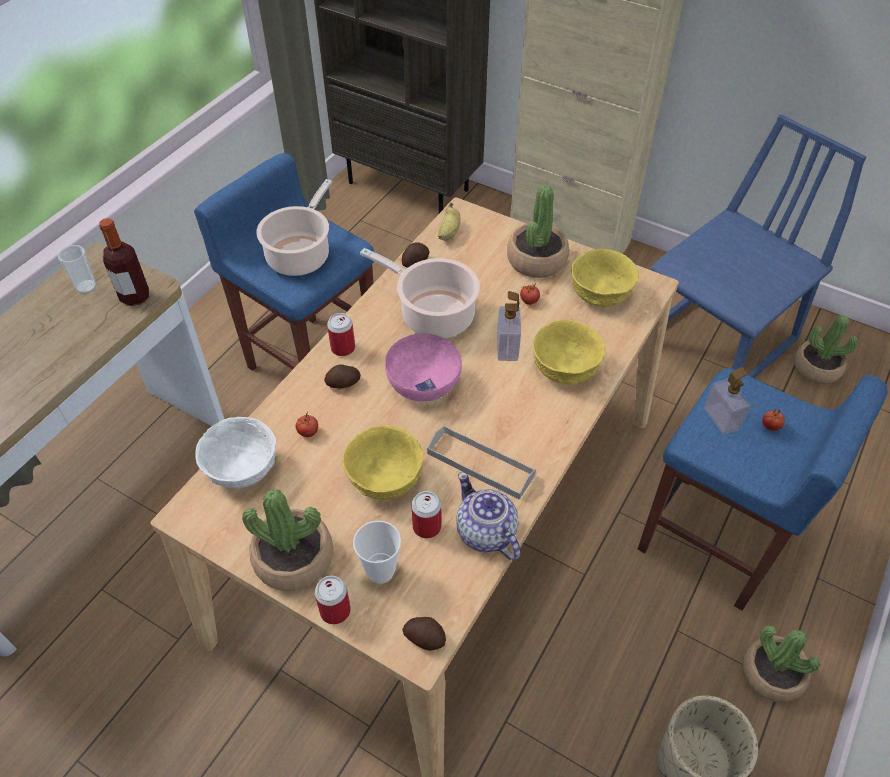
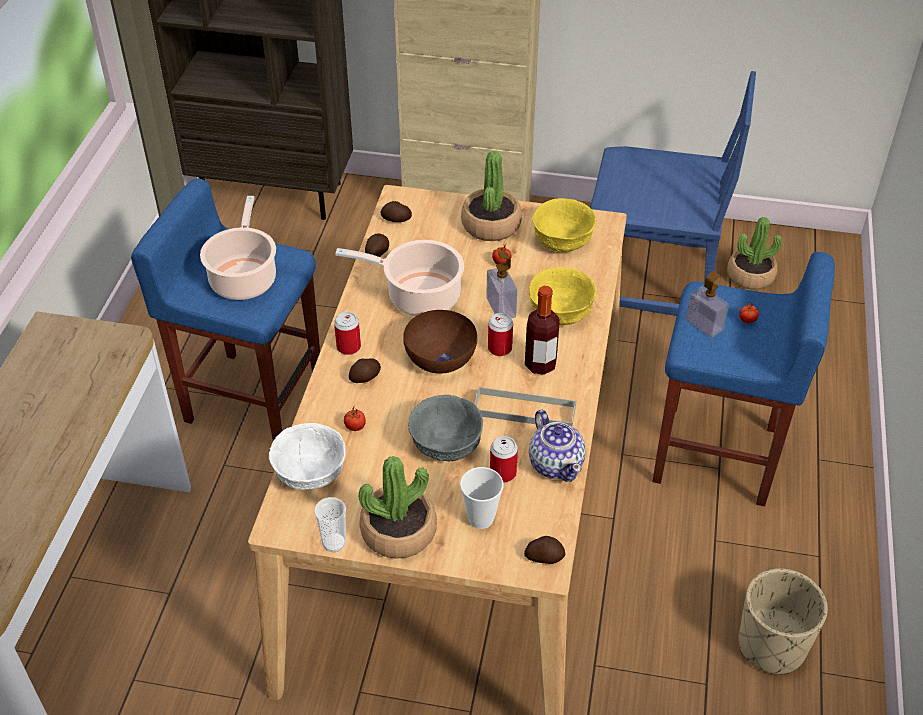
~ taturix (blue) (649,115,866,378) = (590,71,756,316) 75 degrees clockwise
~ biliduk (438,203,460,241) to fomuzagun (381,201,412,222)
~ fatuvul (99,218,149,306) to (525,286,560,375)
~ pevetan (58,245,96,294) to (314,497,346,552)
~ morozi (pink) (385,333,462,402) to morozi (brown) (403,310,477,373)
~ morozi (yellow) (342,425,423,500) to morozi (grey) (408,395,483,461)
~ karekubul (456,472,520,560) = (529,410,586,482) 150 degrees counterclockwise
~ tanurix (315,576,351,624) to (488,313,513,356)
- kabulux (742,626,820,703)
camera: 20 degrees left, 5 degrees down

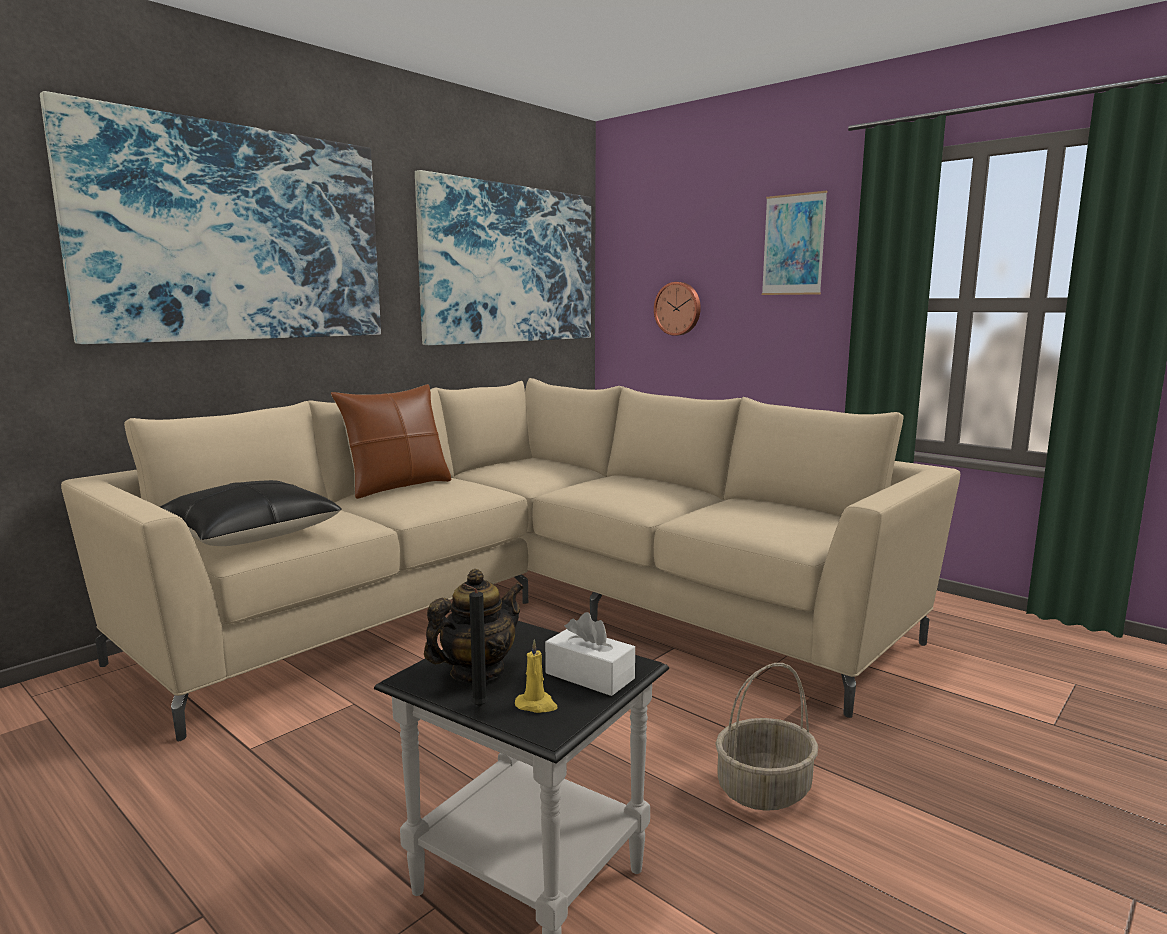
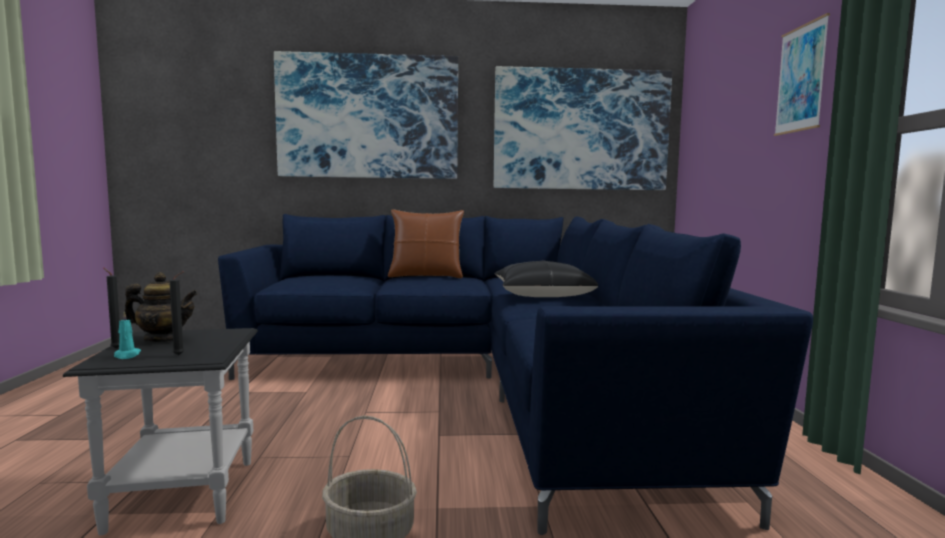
- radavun (654,282,701,336)
~ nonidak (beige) (61,378,960,741) to nonidak (blue) (218,214,813,535)
~ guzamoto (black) (160,480,342,546) to (494,260,598,297)
~ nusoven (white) (545,612,635,696) to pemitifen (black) (170,271,184,355)
~ pemitifen (yellow) (515,639,558,713) to pemitifen (turquoise) (114,311,141,359)
camera: 45 degrees right, 5 degrees down

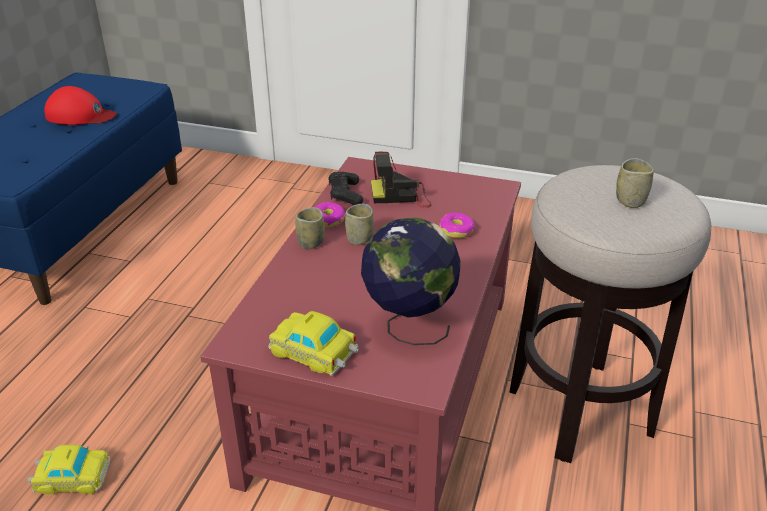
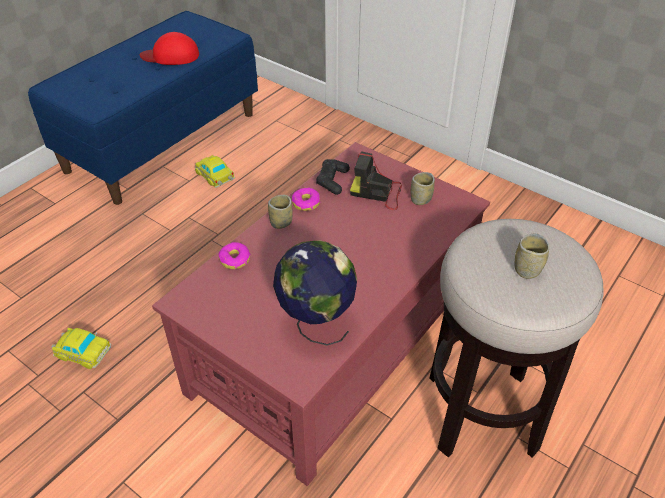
~ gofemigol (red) (44,86,117,125) = (140,32,199,65) 150 degrees clockwise
~ pevetan (345,204,374,245) to (411,172,435,205)
~ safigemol (440,213,475,238) to (218,242,251,269)
~ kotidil (268,311,359,376) to (195,155,235,188)
camera: 20 degrees right, 10 degrees up

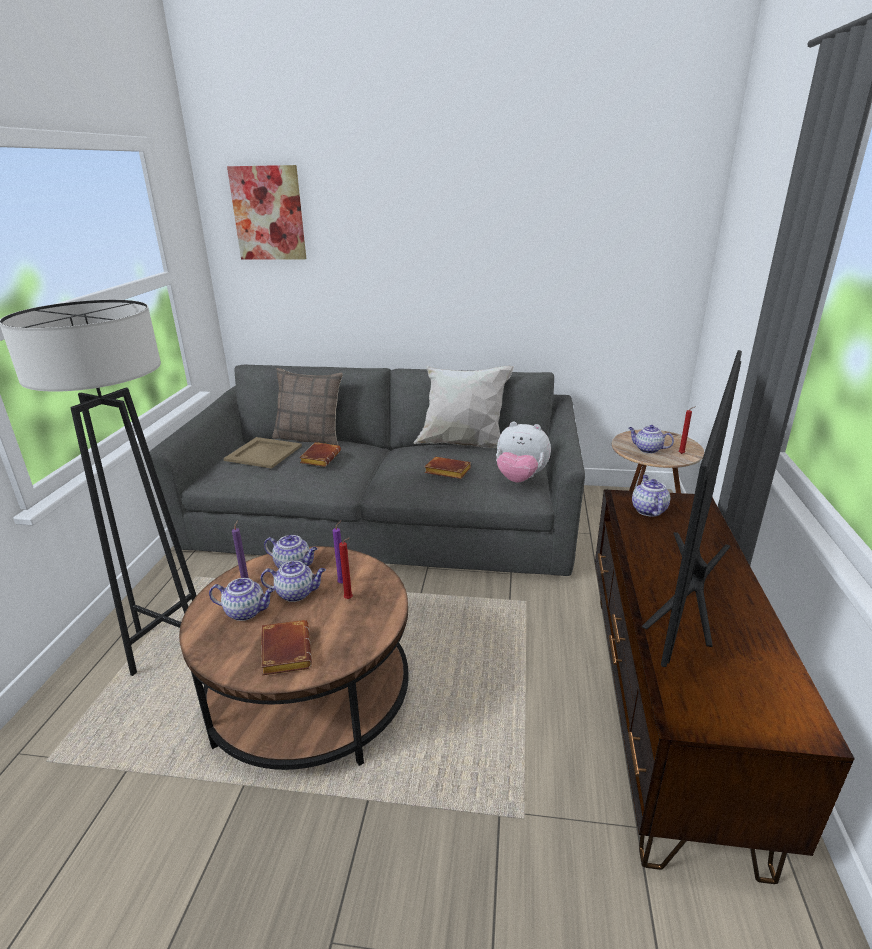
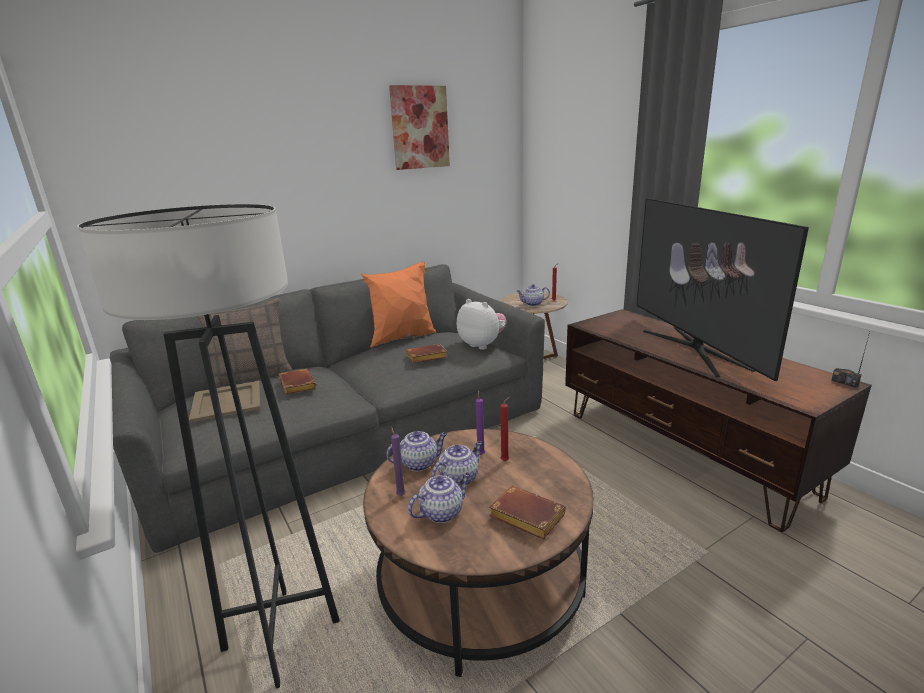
~ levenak (227,165,306,260) to (389,85,450,170)
~ guzamoto (white) (413,365,514,448) to guzamoto (orange) (361,262,436,348)
~ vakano (496,422,551,482) = (457,299,507,350) 120 degrees counterclockwise
- karekubul (632,475,670,517)
+ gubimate (831,332,870,388)
camera: 40 degrees left, 5 degrees down

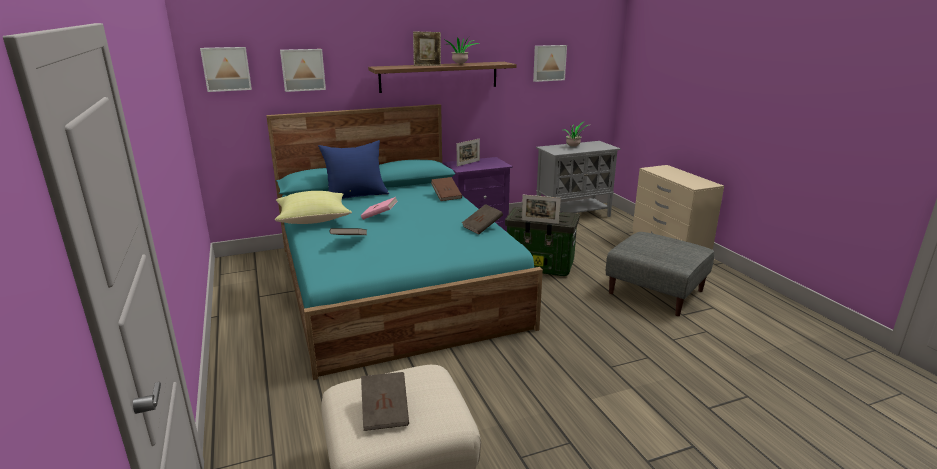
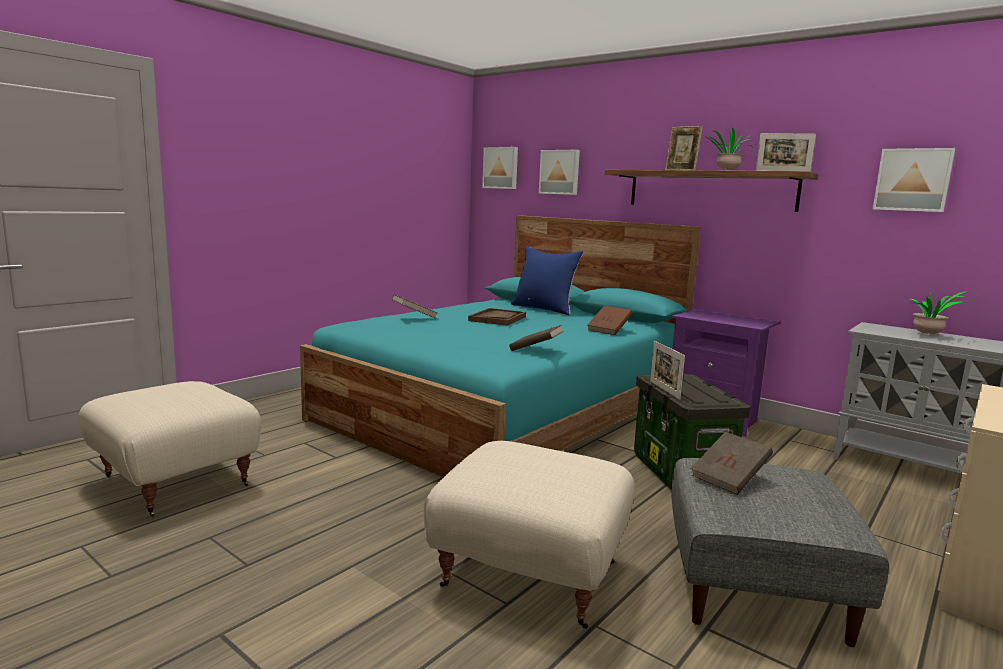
~ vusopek (457,138,480,166) to (756,133,816,172)
- guzamoto (yellow) (275,191,352,224)
~ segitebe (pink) (361,197,398,220) to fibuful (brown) (468,308,526,326)
~ segitebe (brown) (361,372,409,431) to (691,432,773,495)
+ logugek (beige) (424,441,635,629)
camera: 60 degrees right, 10 degrees down

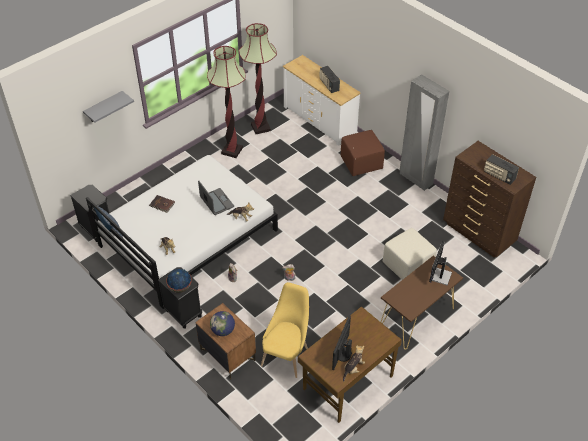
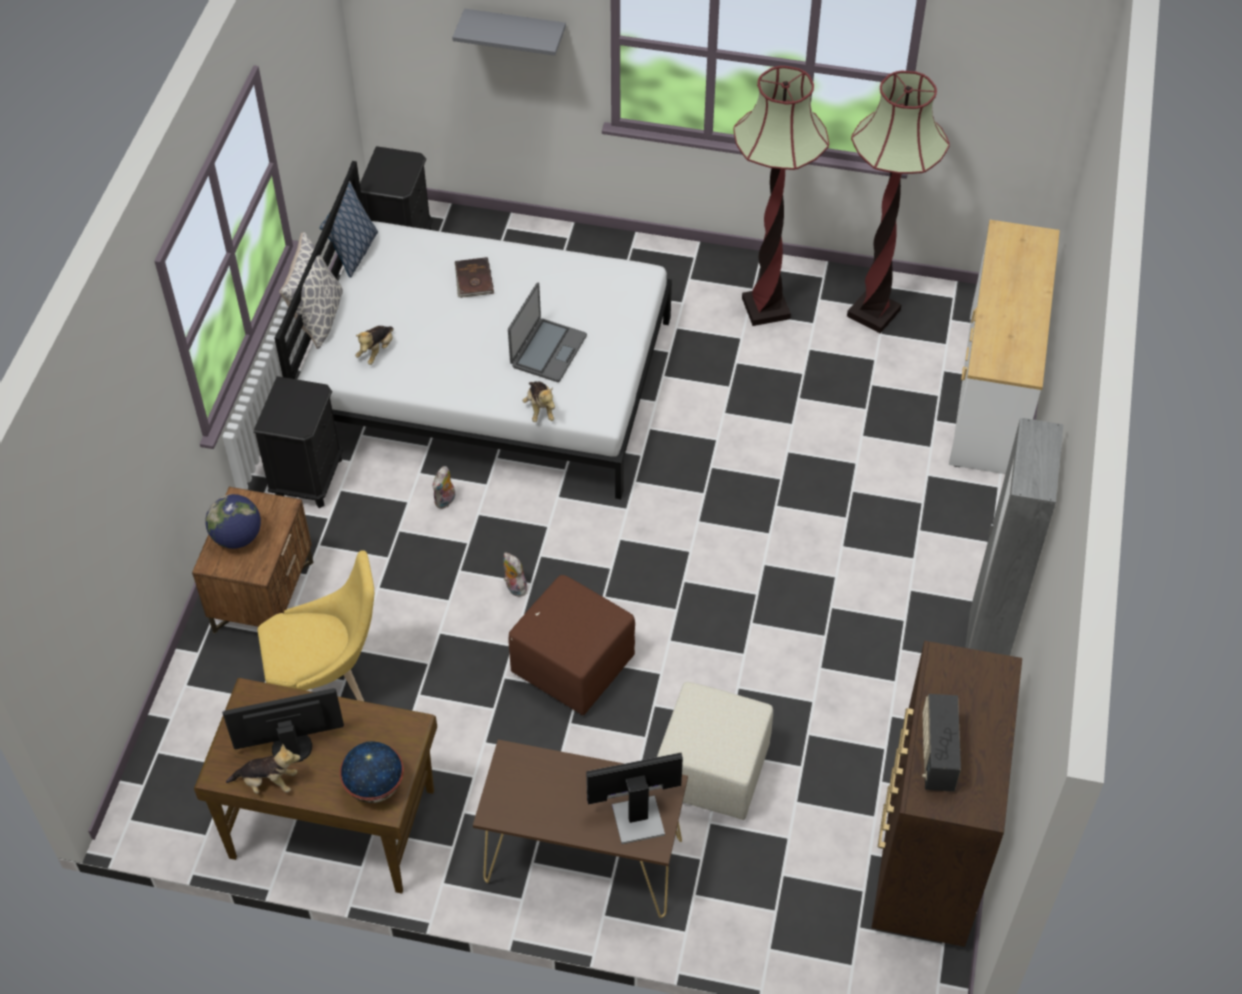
- gubimate (320,66,340,93)
~ logugek (brown) (341,130,385,176) to (508,575,635,715)
~ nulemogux (166,269,192,293) to (340,741,404,803)
+ guzamoto (279,232,343,349)
camera: 55 degrees right, 5 degrees up

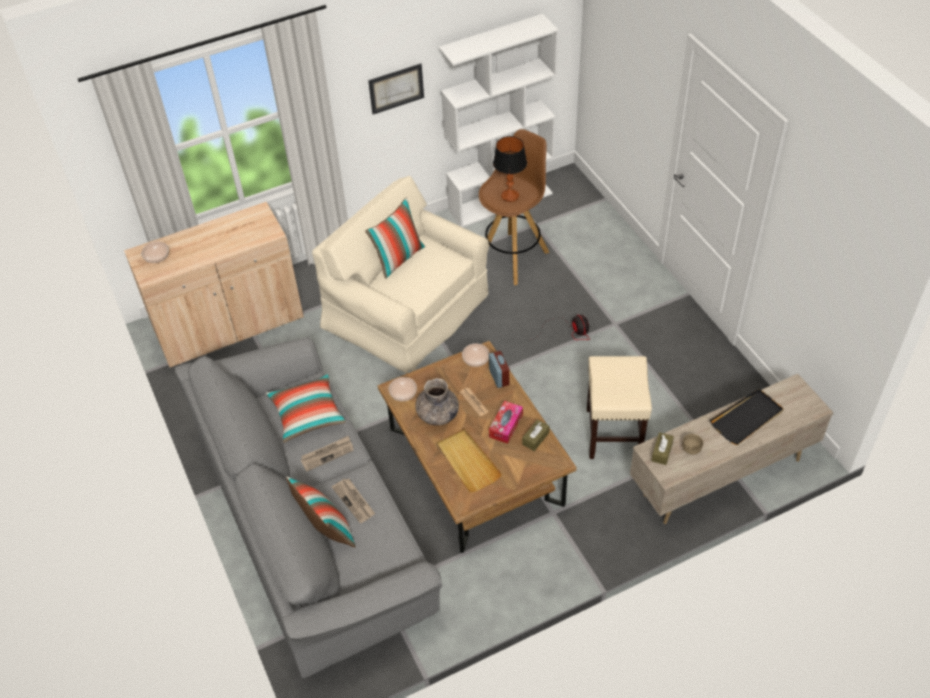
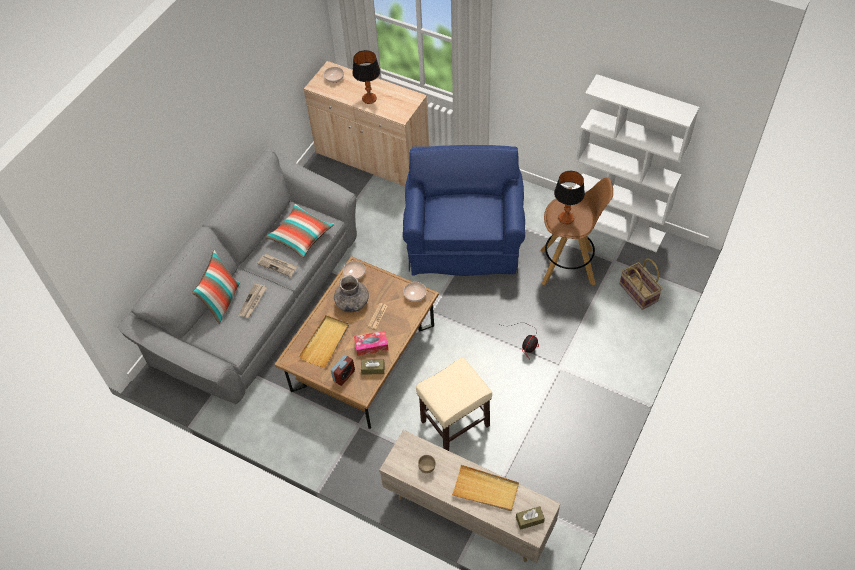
- levenak (368,63,424,114)
~ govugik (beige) (312,176,489,374) to govugik (blue) (403,145,525,276)
- guzamoto (365,197,425,279)
~ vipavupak (489,351,509,388) to (331,355,355,386)
~ fibuful (black) (710,389,784,445) to fibuful (beige) (452,465,519,511)
~ nusoven (brown) (651,432,674,465) to (516,506,545,530)
+ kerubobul (352,50,380,104)
+ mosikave (620,258,663,310)
camera: 55 degrees right, 5 degrees up

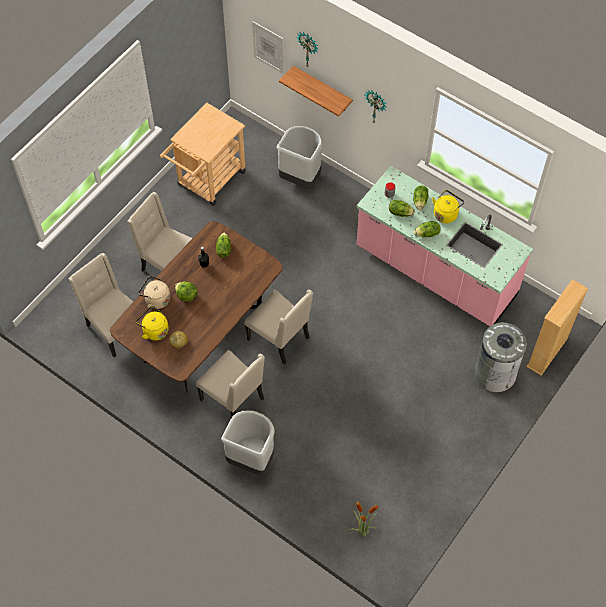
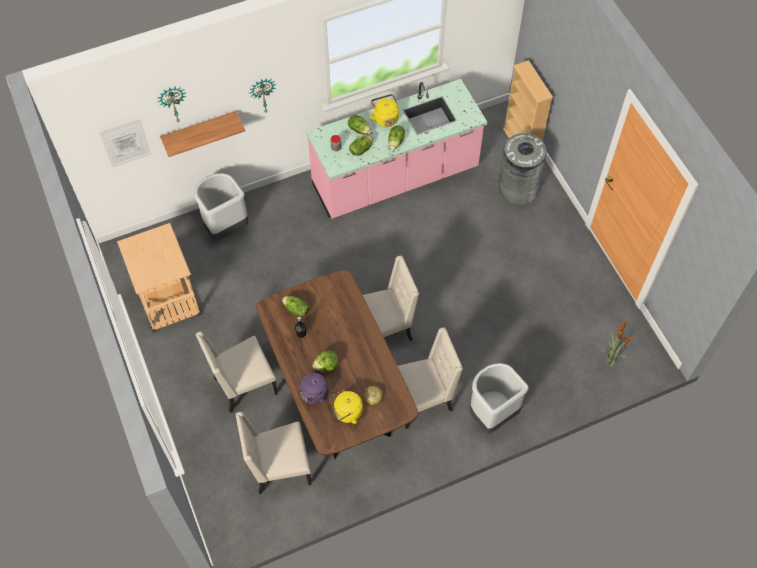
~ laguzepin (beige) (138,276,170,309) to laguzepin (purple) (294,373,329,404)
camera: 60 degrees left, 0 degrees up

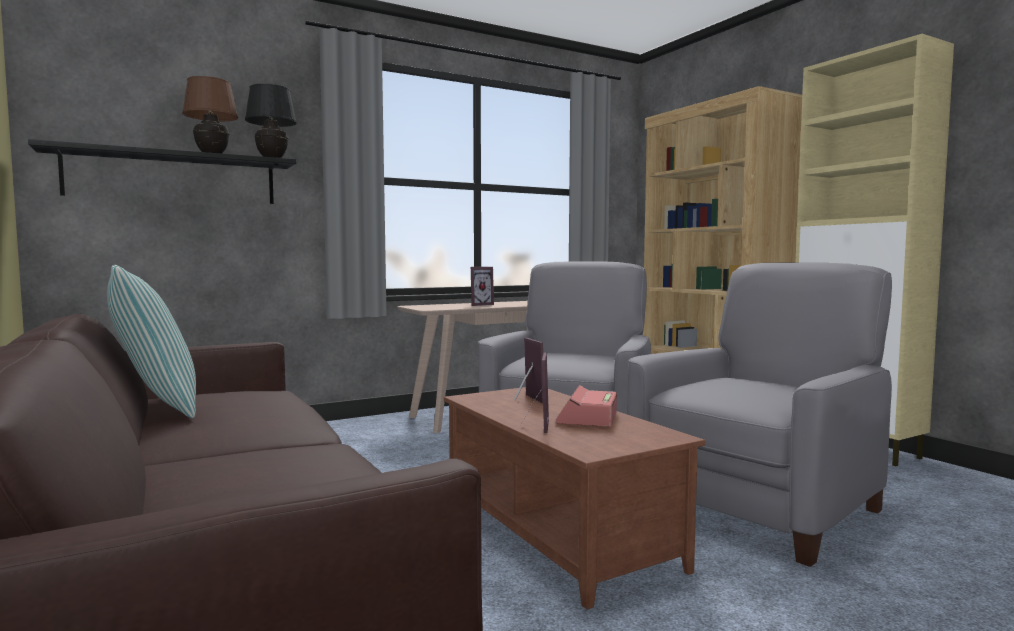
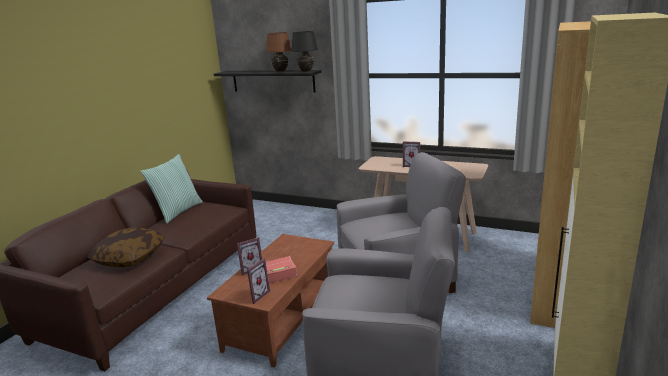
~ vusopek (514,338,543,403) to (247,258,270,304)
+ guzamoto (87,228,164,267)
camera: 55 degrees right, 15 degrees up

